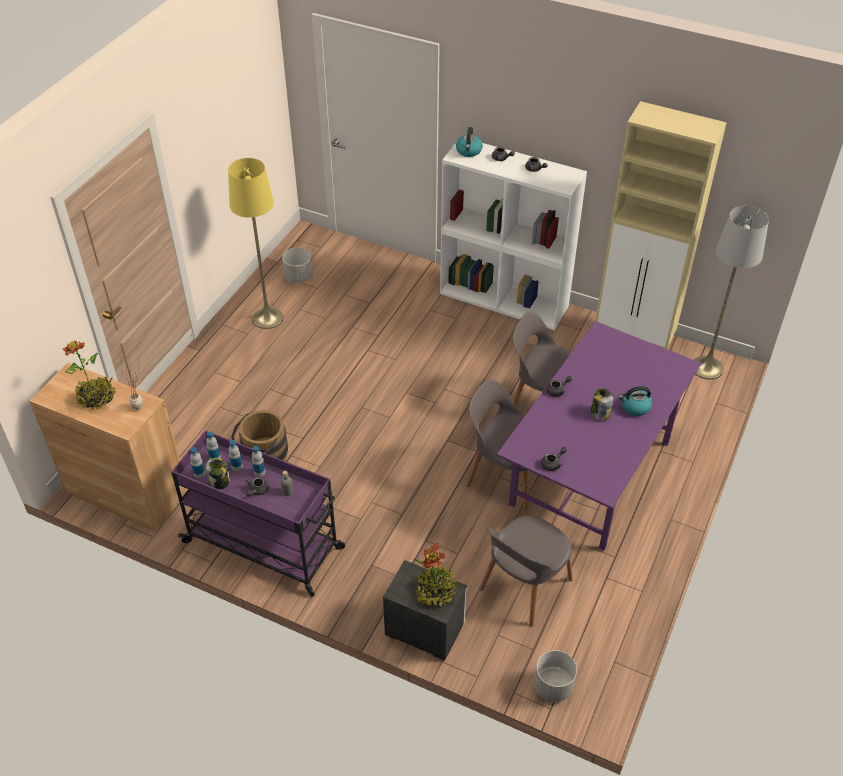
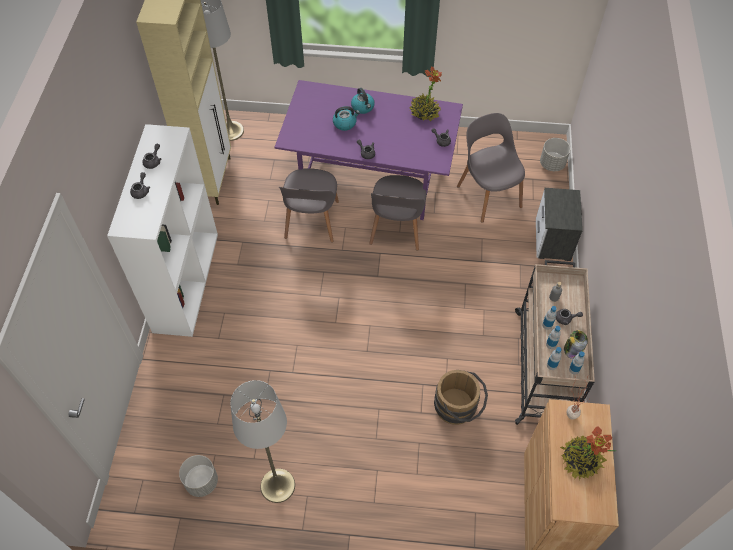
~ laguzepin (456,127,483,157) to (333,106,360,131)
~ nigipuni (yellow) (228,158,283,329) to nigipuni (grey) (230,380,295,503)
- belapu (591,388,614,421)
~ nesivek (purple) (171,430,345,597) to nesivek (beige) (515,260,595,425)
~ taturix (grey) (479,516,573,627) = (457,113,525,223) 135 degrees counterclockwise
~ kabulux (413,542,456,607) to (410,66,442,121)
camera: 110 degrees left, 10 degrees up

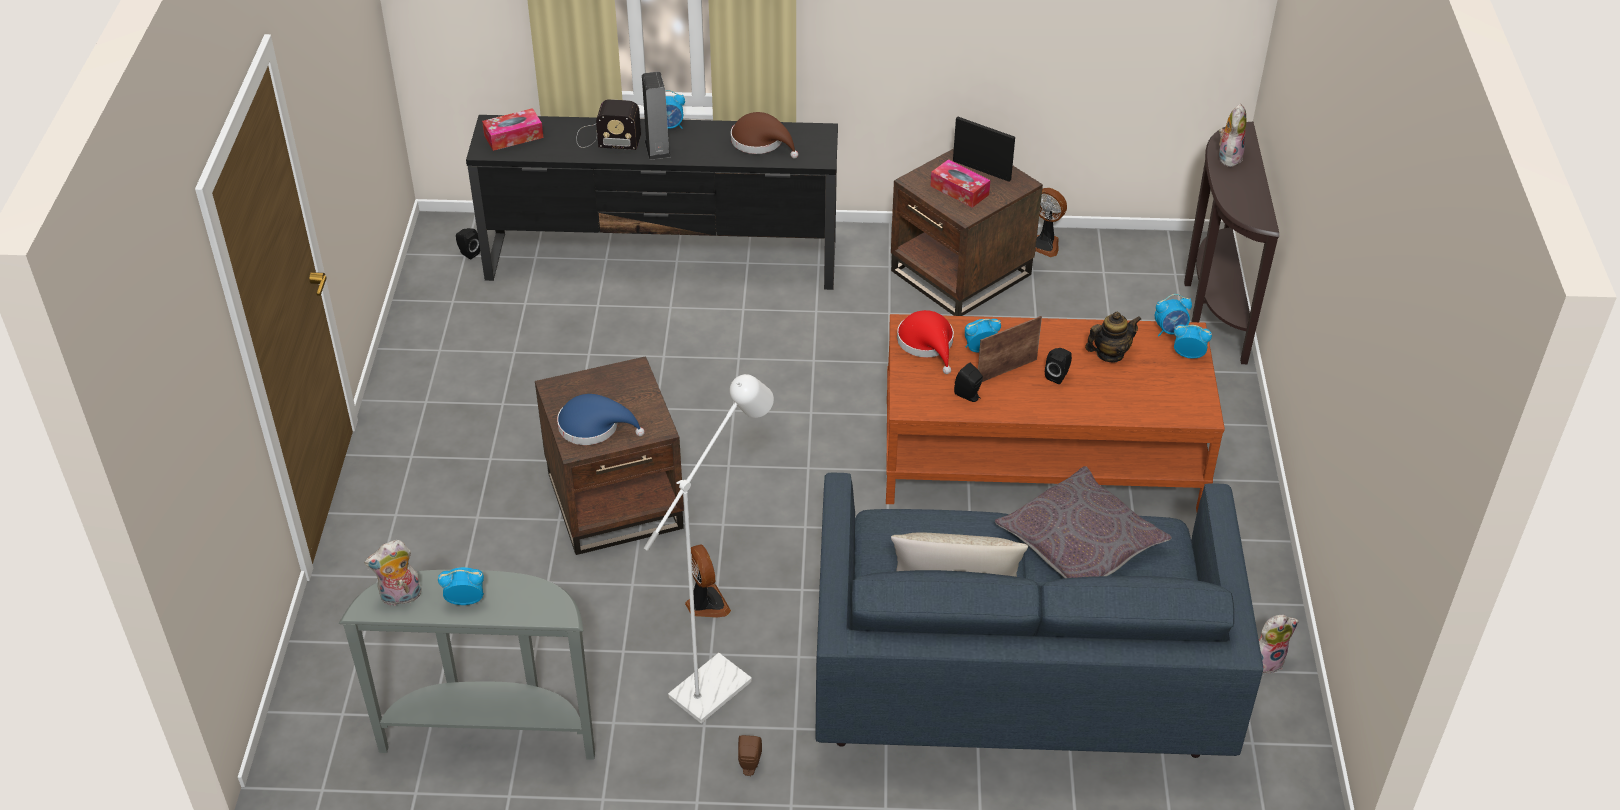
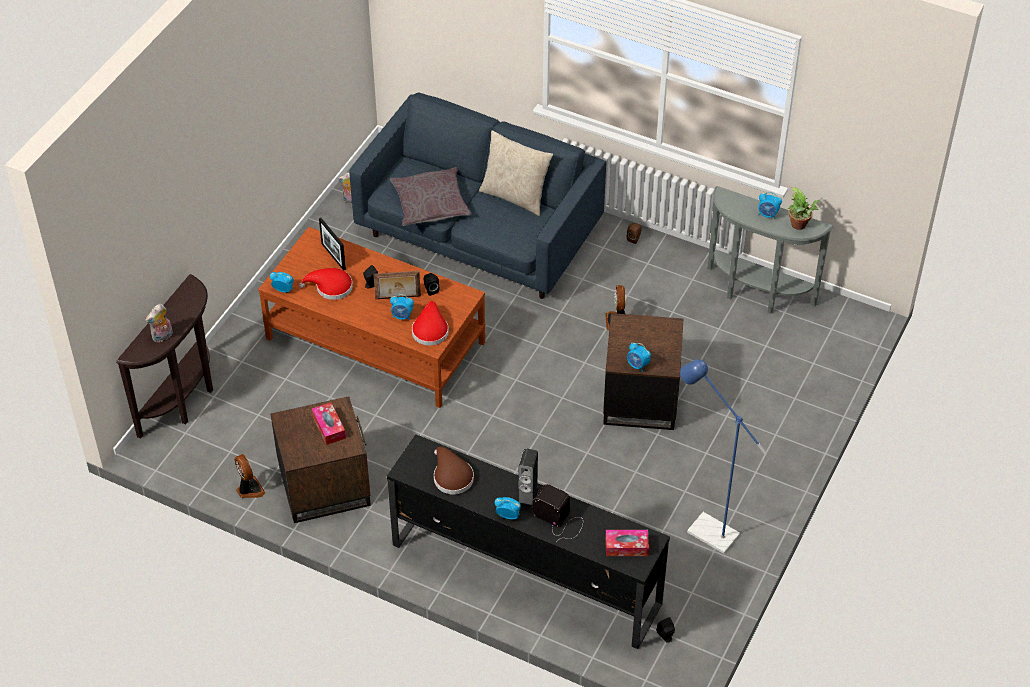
~ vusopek (953,117,1015,182) to (319,218,346,271)
~ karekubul (1085,312,1142,363) to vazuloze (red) (299,268,353,300)
~ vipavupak (1174,325,1212,359) to (627,343,651,372)
- nigipuni (white) (644,374,774,723)
- vazuloze (blue) (557,394,645,445)
~ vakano (364,540,422,606) to kabulux (788,187,820,230)
+ nigipuni (blue) (680,359,766,554)
camera: 155 degrees left, 5 degrees up

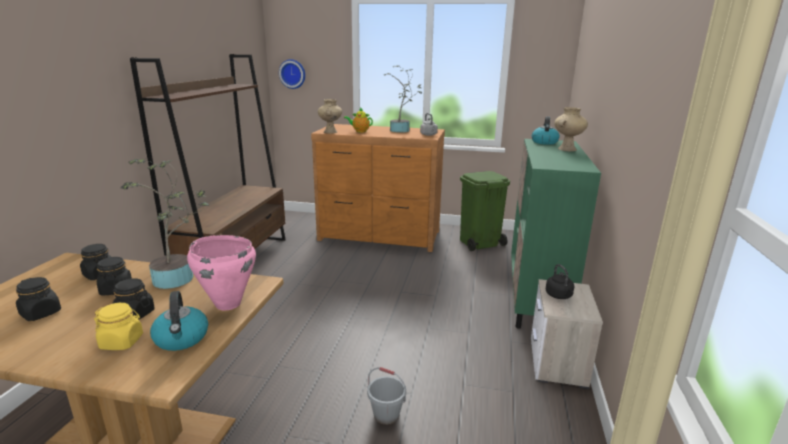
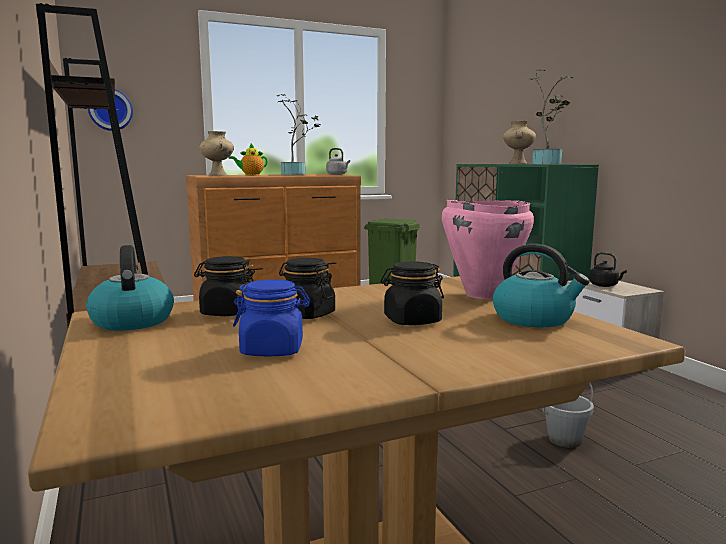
~ laguzepin (532,116,560,145) to (86,245,174,331)
~ kabulux (120,159,210,289) to (529,69,573,164)
~ belapu (black) (16,277,61,321) to belapu (blue) (233,279,310,356)
- belapu (yellow) (94,303,143,350)
camera: 35 degrees left, 10 degrees down

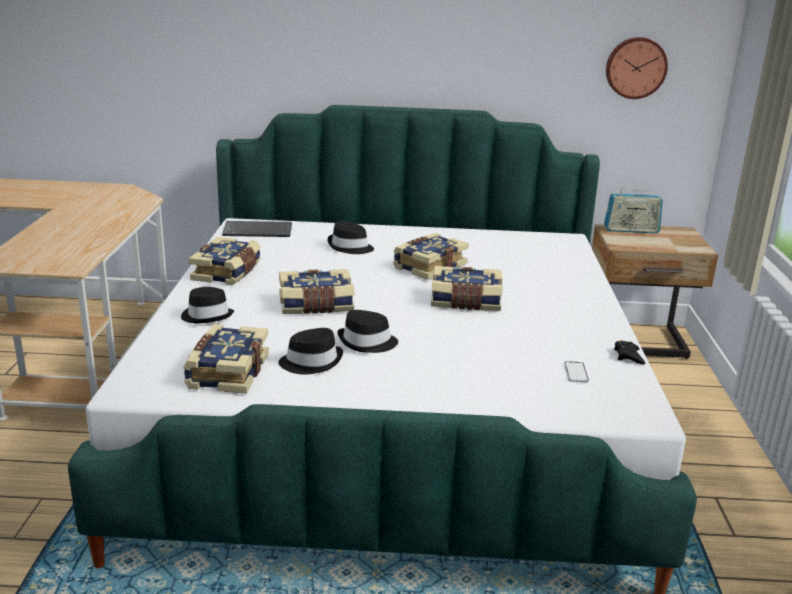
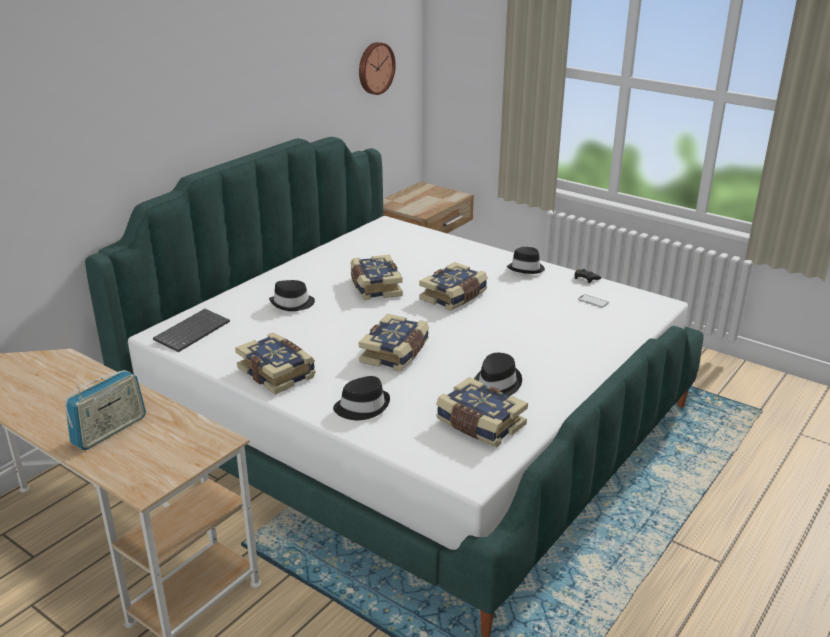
~ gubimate (604,186,663,233) to (65,370,146,450)
~ vazuloze (black) (337,310,398,353) to (507,247,545,274)
camera: 55 degrees left, 5 degrees up

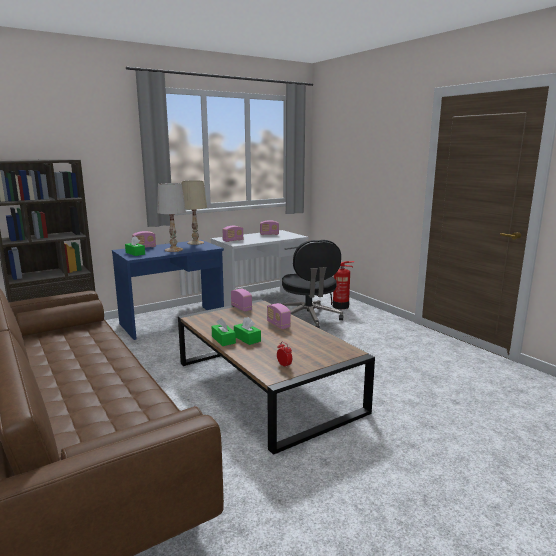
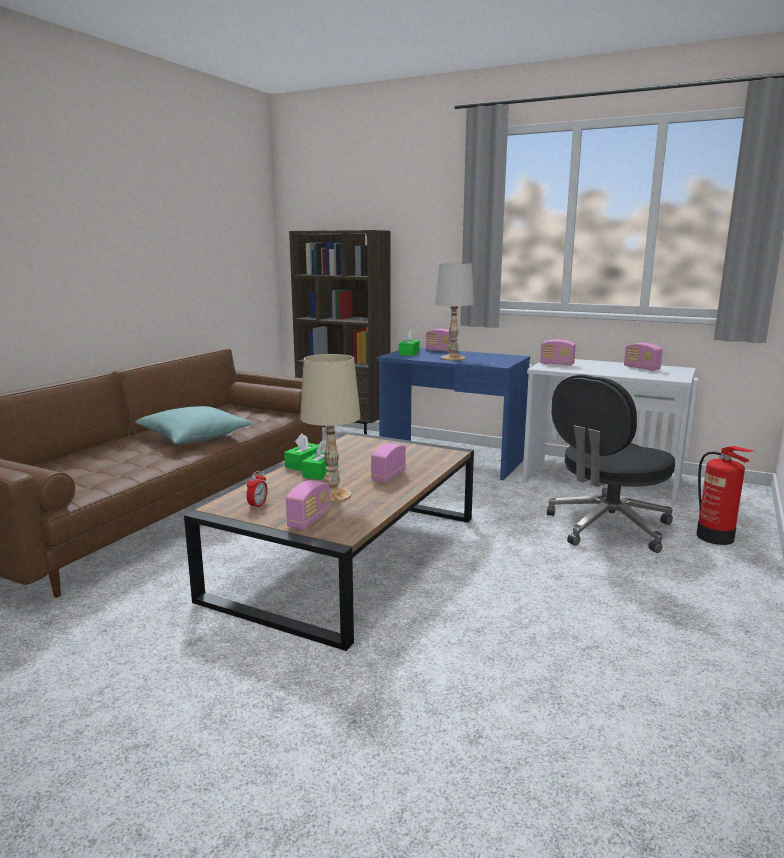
~ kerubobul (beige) (182,180,207,245) to (300,354,361,503)
~ gubimate (231,289,252,311) to (286,480,330,530)
+ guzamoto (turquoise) (135,406,252,444)
camera: 60 degrees right, 0 degrees up

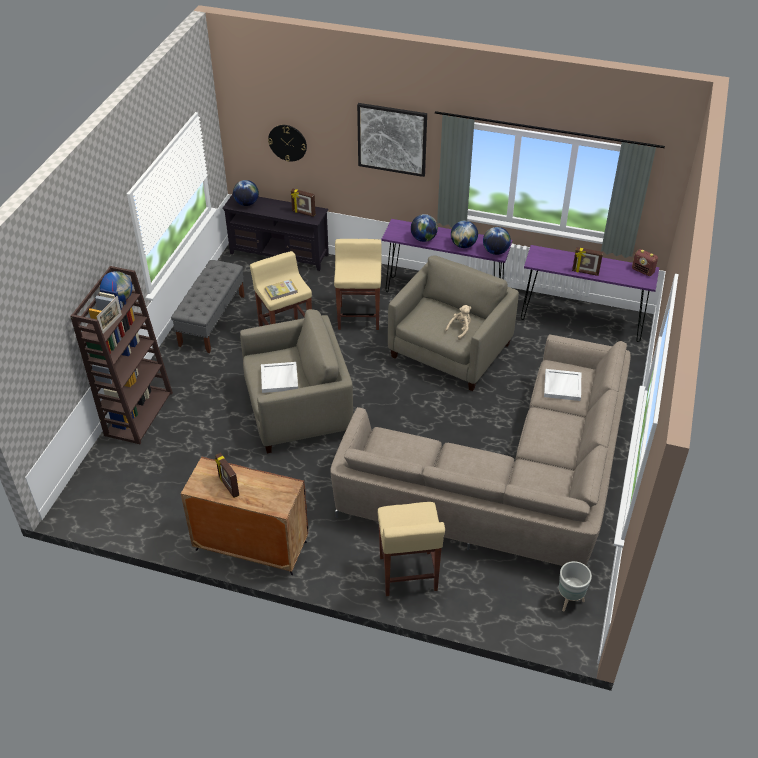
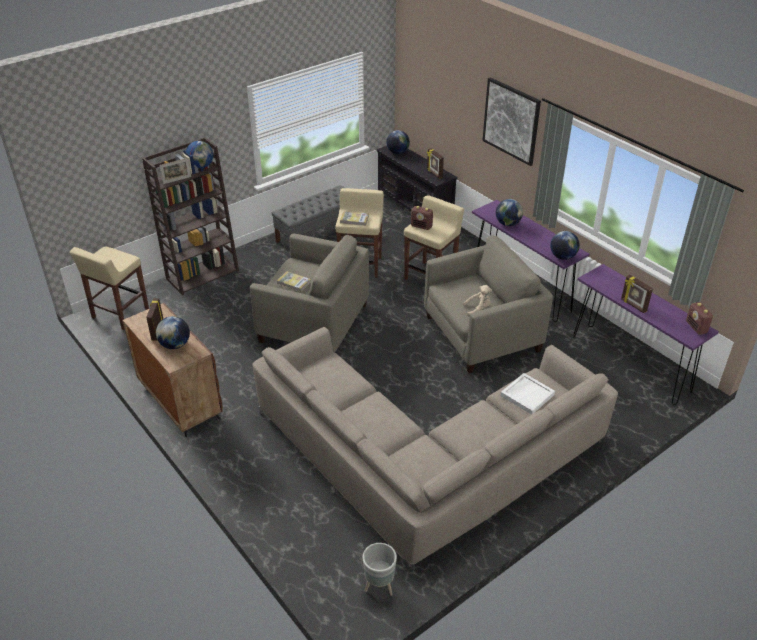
- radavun (268,125,307,162)
~ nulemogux (451,220,478,248) to (156,316,190,349)
~ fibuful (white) (261,362,298,393) to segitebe (277,271,311,292)
~ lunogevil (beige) (378,502,445,596) to (70,247,149,330)
+ gubimate (411,206,433,230)
camera: 35 degrees right, 5 degrees down

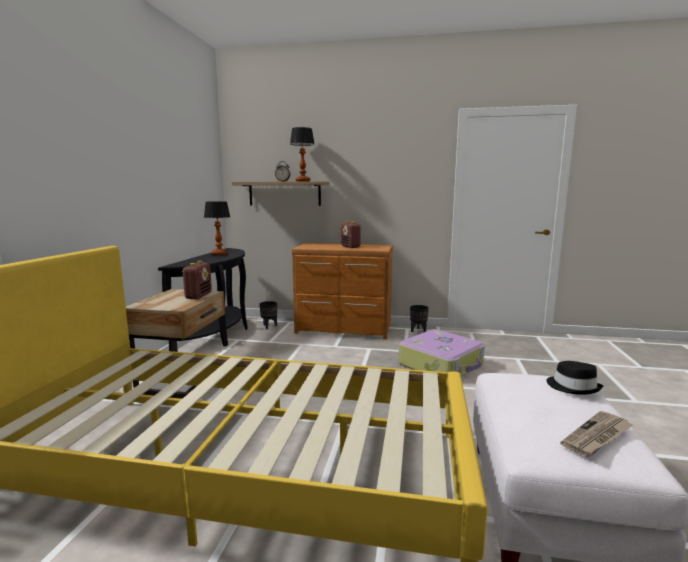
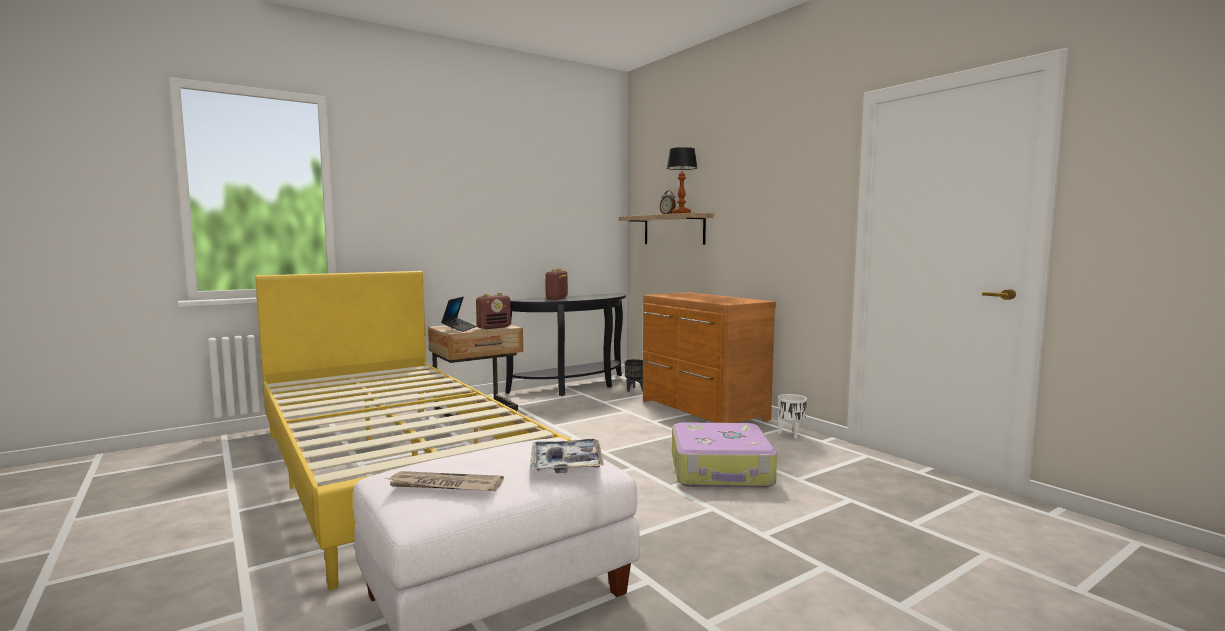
- kerubobul (204,201,230,255)
~ gubimate (341,221,362,248) to (545,268,568,300)
~ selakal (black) (410,305,429,332) to selakal (white) (778,394,807,439)
~ vazuloze (black) (547,361,603,395) to fibuful (530,439,604,473)
+ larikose (441,297,477,332)
camera: 45 degrees right, 5 degrees down

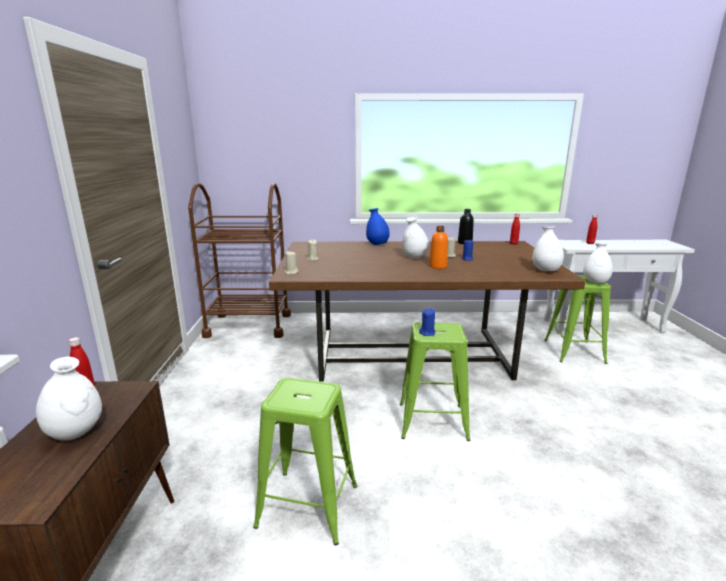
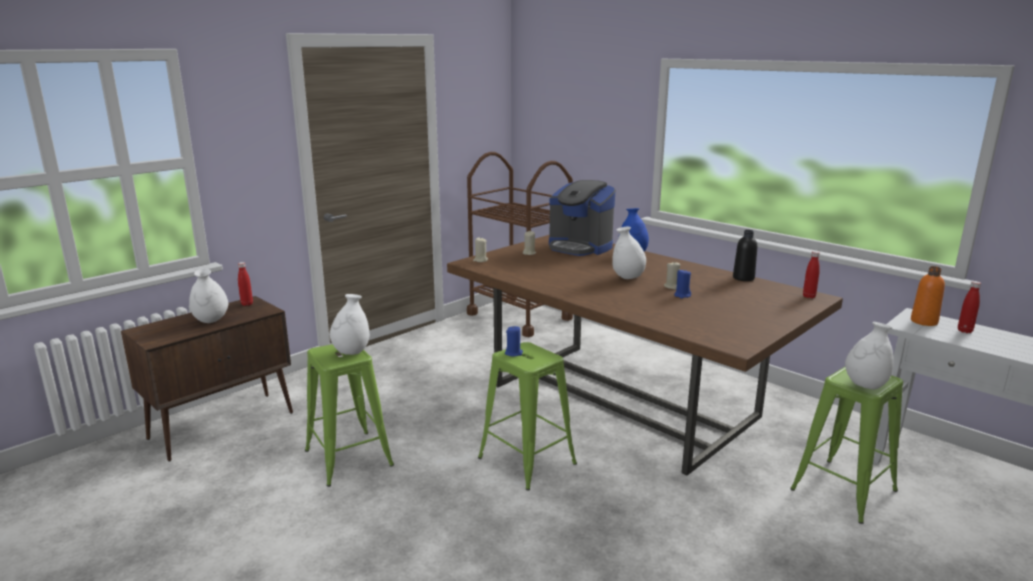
~ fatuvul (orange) (429,226,448,269) to (911,266,945,326)
~ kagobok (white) (532,226,564,271) to (330,294,369,355)
+ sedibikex (549,180,616,256)
camera: 45 degrees right, 0 degrees up

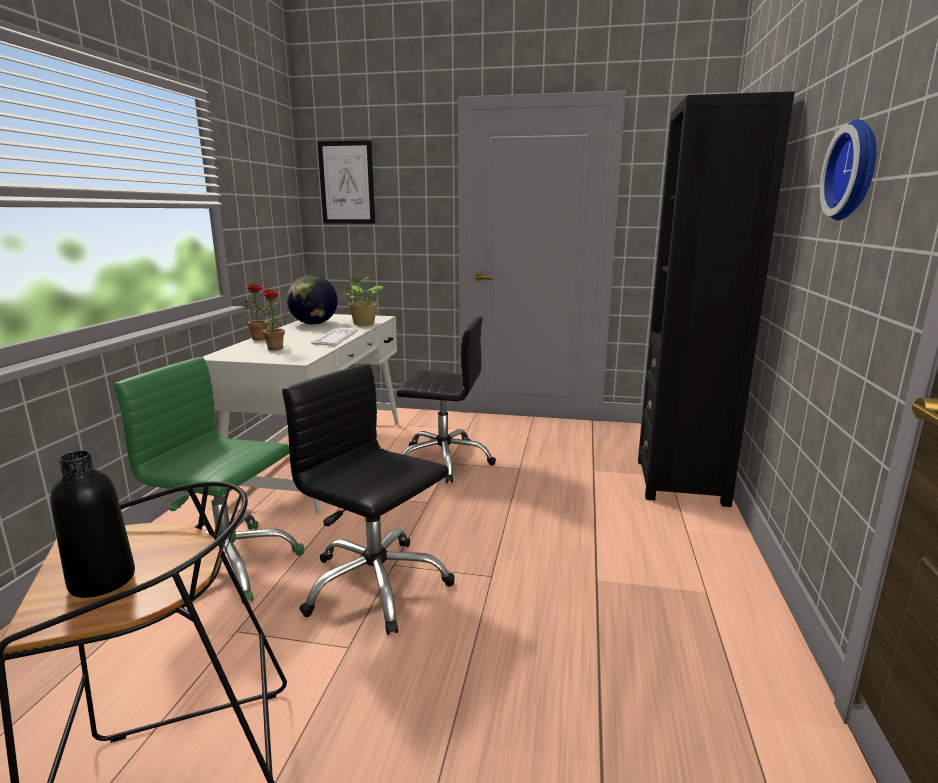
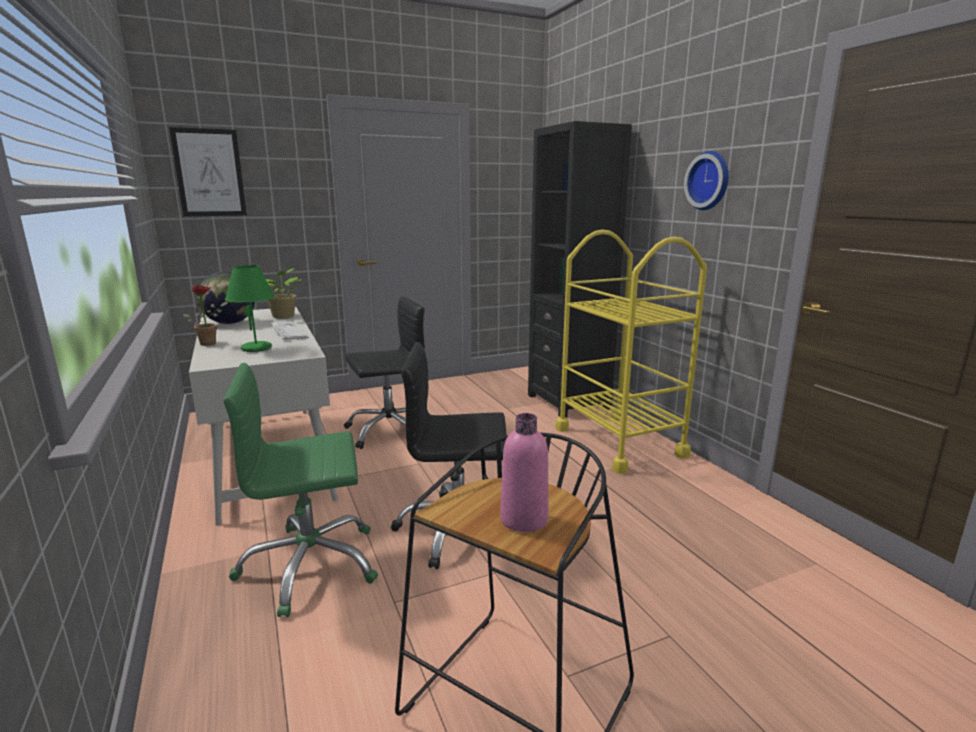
~ kabulux (257,289,289,350) to kerubobul (green) (225,265,275,352)
~ fatuvul (black) (50,451,135,598) to fatuvul (pink) (500,413,548,532)
+ nesivek (yellow) (556,229,707,474)
camera: 35 degrees left, 0 degrees up

